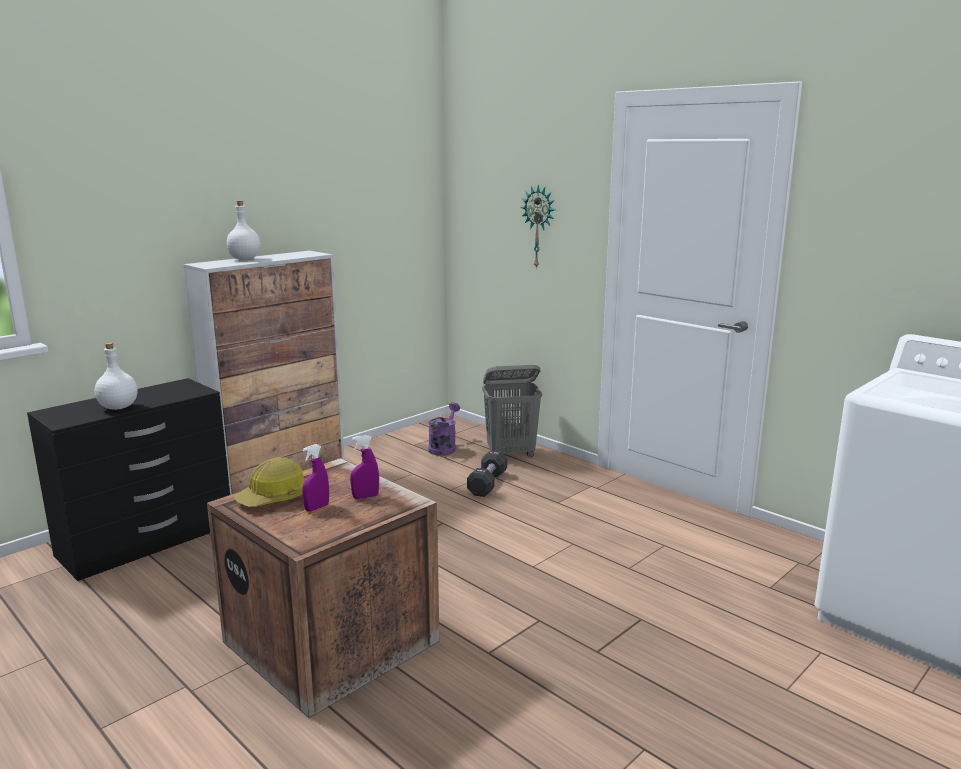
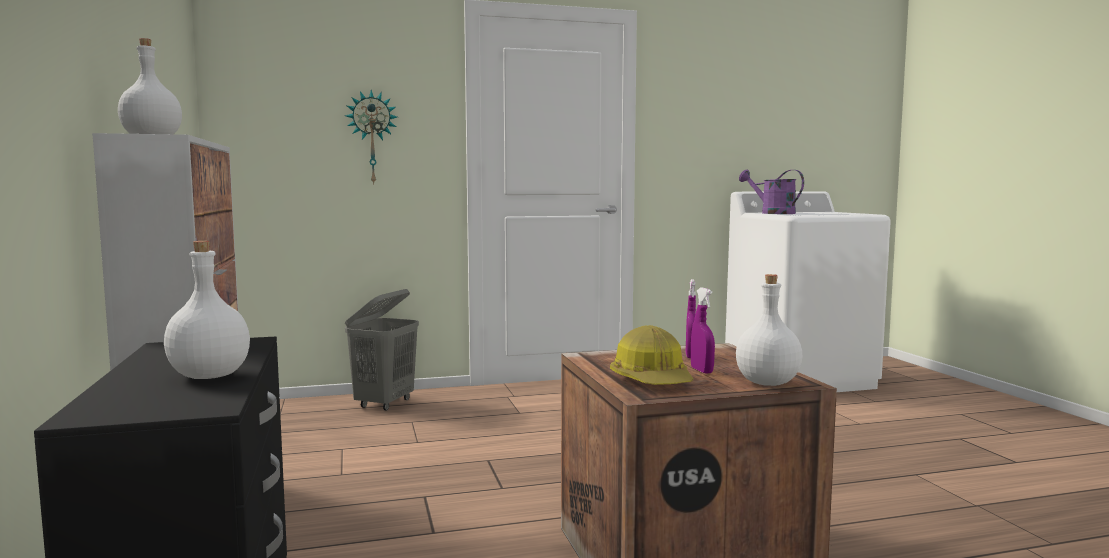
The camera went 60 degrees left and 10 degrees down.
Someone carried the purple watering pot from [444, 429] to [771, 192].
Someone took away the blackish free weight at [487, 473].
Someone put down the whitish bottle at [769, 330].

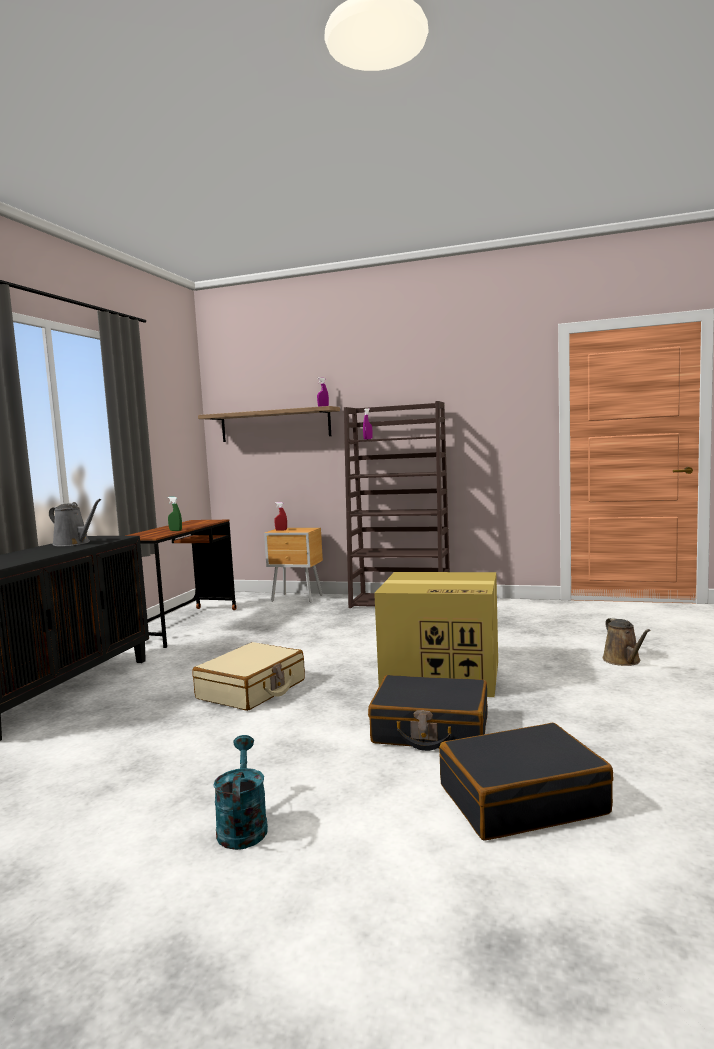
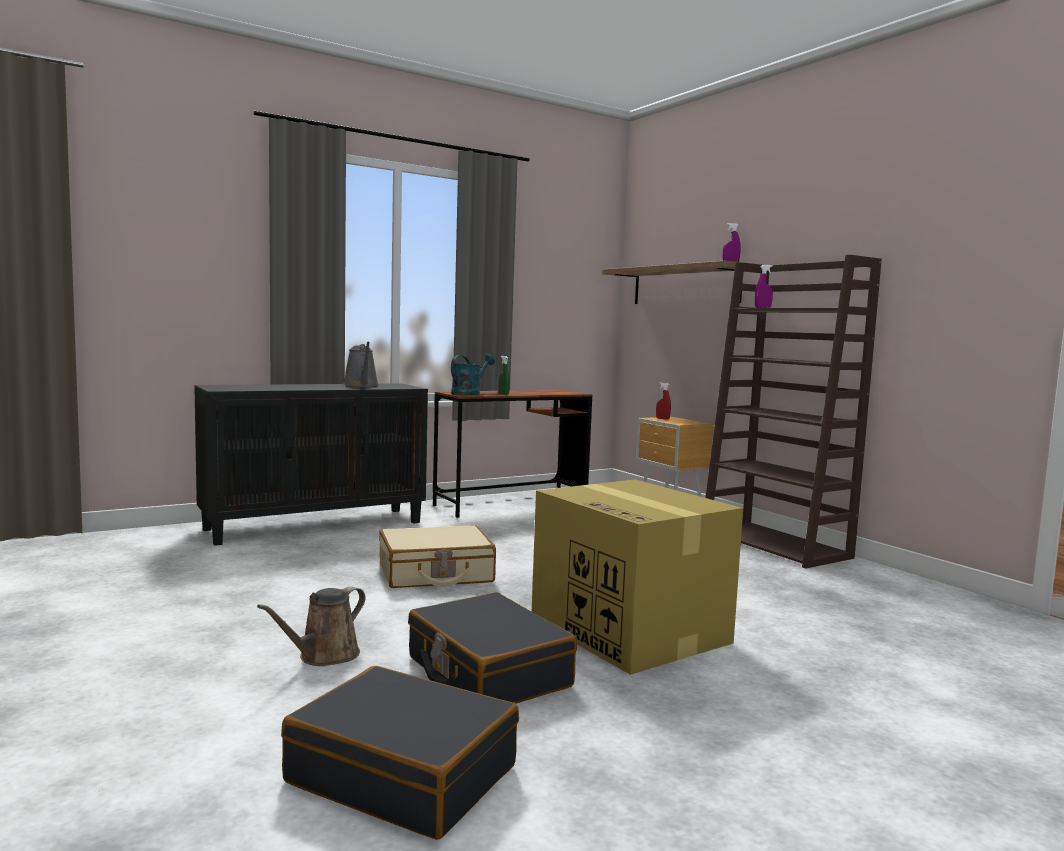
The camera went 40 degrees right and 0 degrees up.
Someone carried the brownish watering pot from [627, 642] to [311, 626].
Someone carried the blue-green watering pot from [240, 792] to [473, 374].

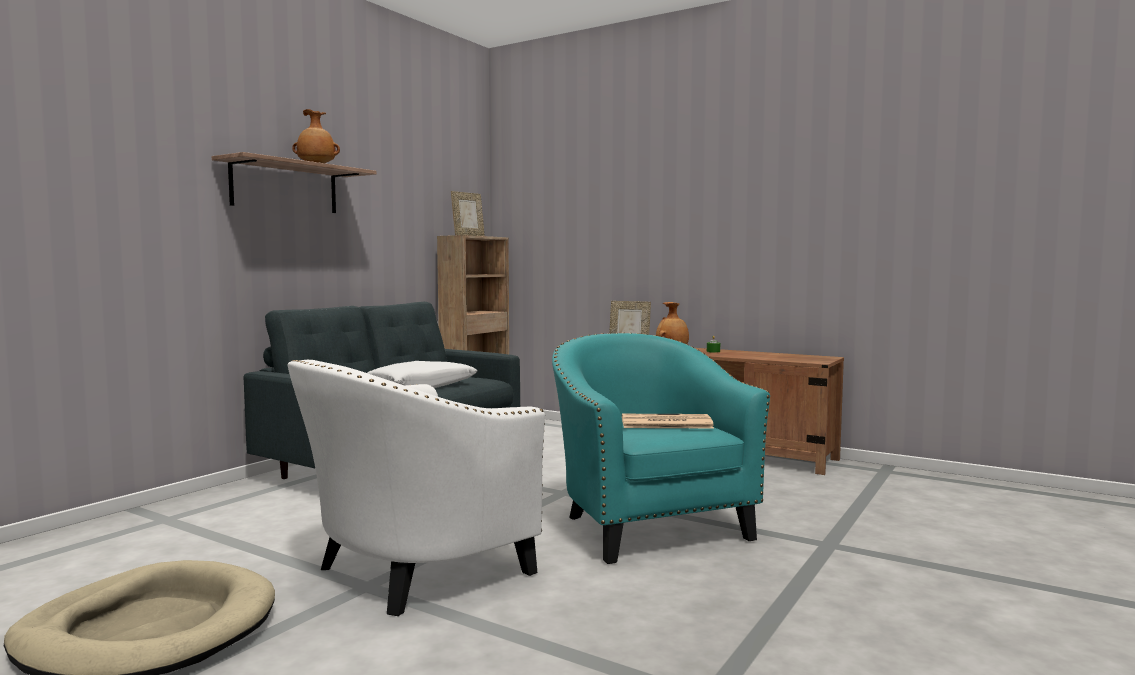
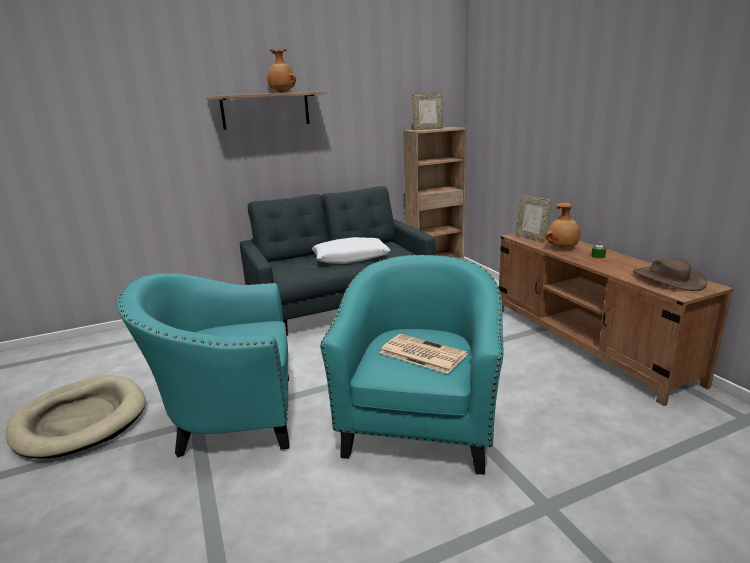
The camera went 35 degrees right and 15 degrees up.
Someone repainted the whitish easy chair at [416, 488], which became the blue-green easy chair at [203, 365].
Someone put down the brownish clothing hat at [670, 274].

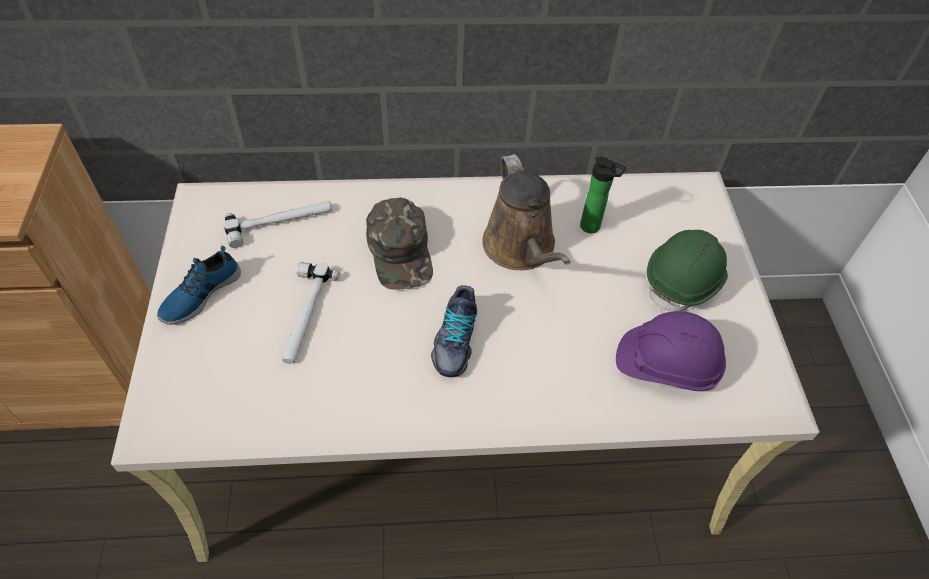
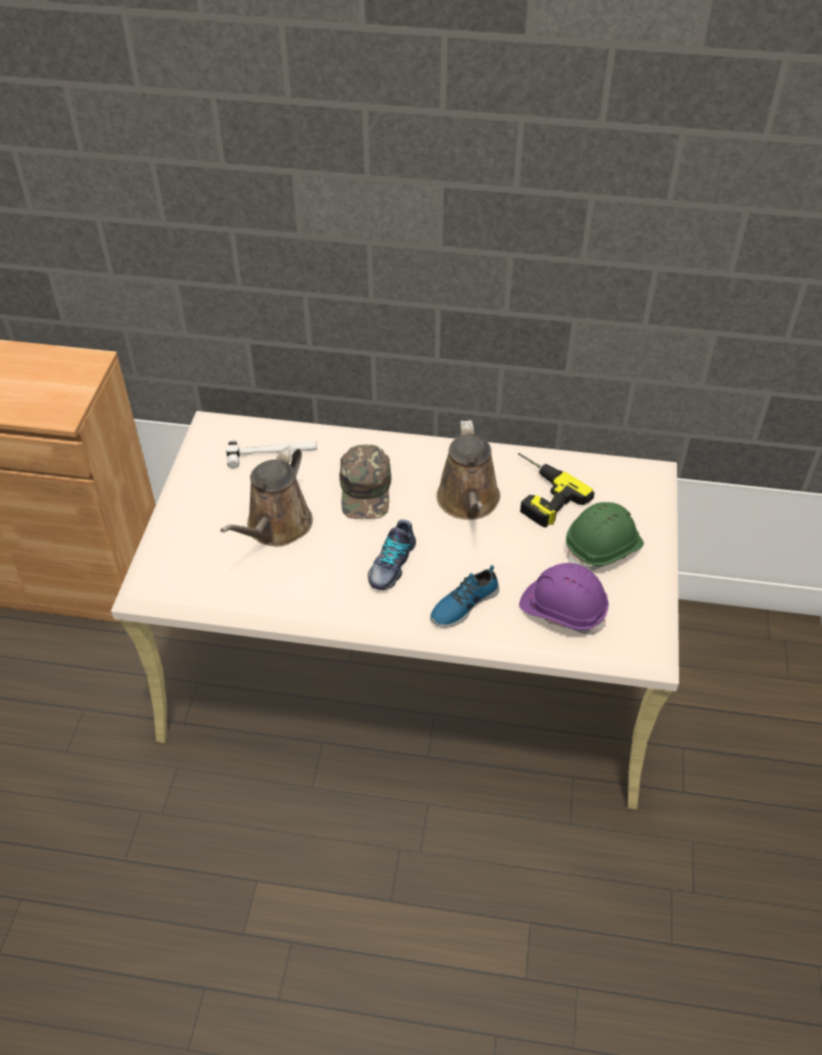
The camera went 15 degrees right and 5 degrees down.
Someone swapped the bottle at [603, 195] for the power drill at [556, 490].
Someone carried the item of footwear from [199, 285] to [464, 596].
Someone swapped the hammer at [311, 313] for the brownish watering pot at [266, 496].

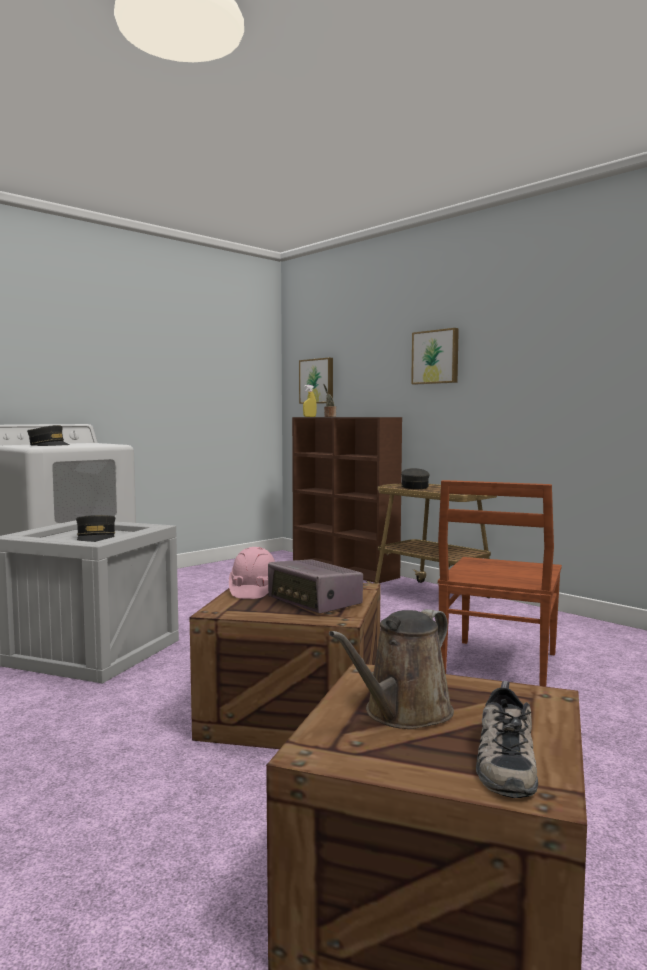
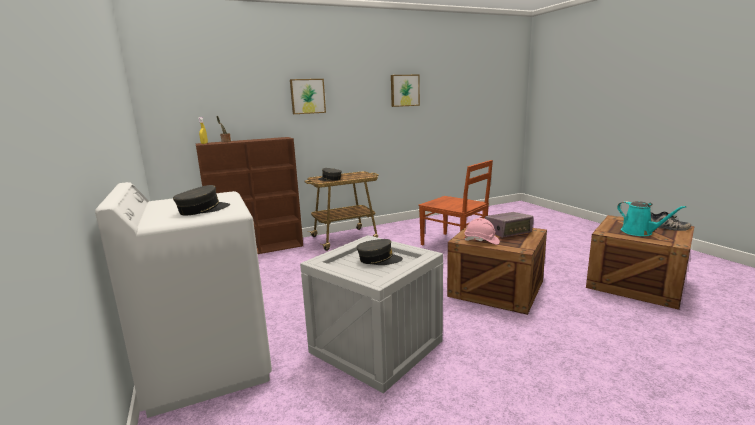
The camera went 70 degrees left and 10 degrees up.
Someone carried the wall picture from [316, 381] to [405, 91].
Someone repainted the brownish watering pot at [391, 669], which became the blue-green watering pot at [651, 218].

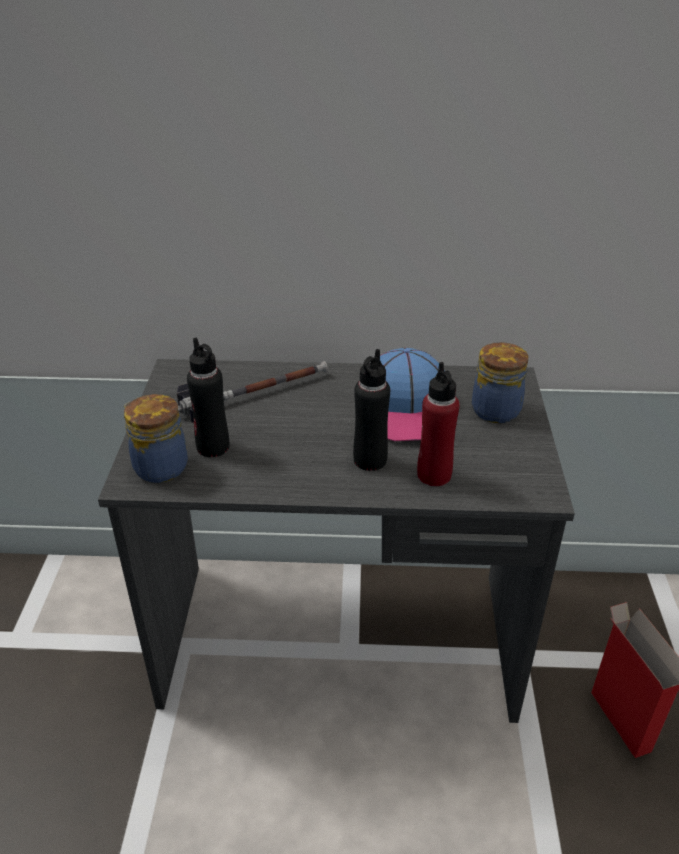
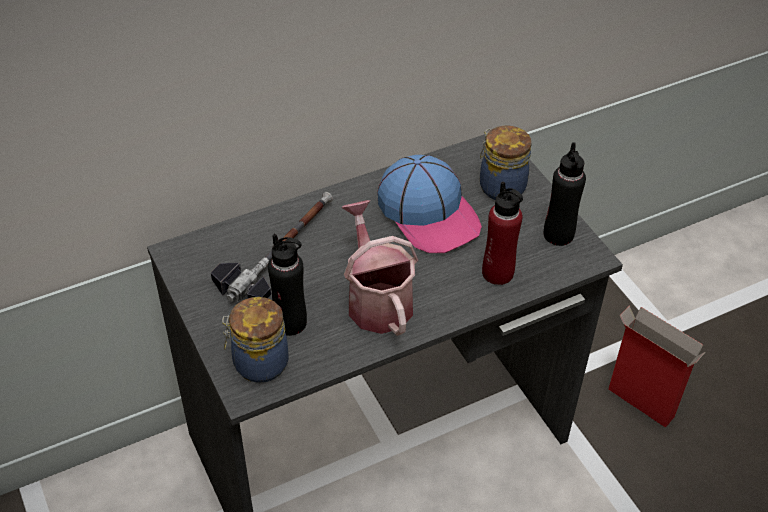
The camera went 30 degrees left and 10 degrees up.
Someone carried the blackish bottle from [371, 410] to [565, 194].
Someone put down the watering pot at [379, 268].

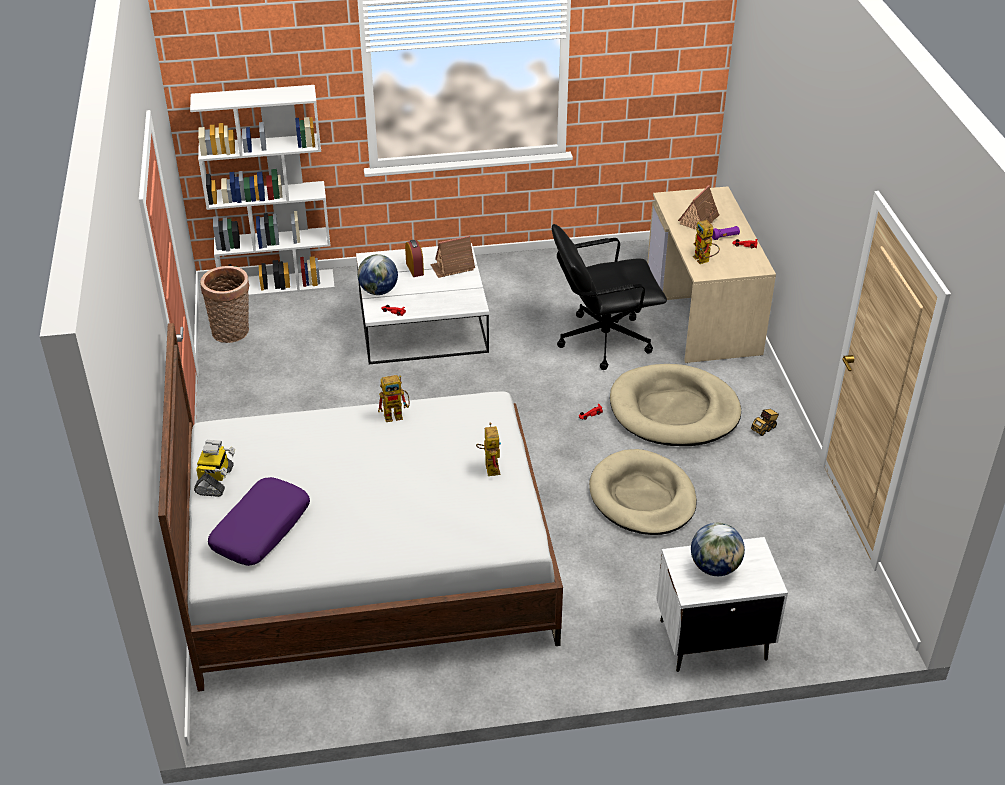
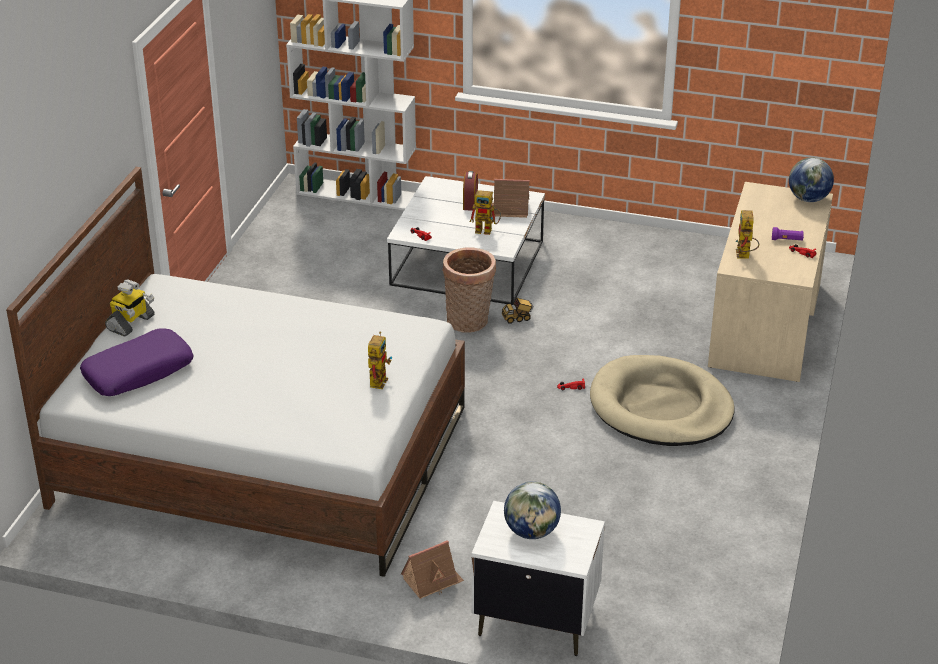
The camera went 25 degrees right and 5 degrees down.
Someone carried the model house from [699, 207] to [432, 569].
Someone took away the blackish office chair at [609, 297].
Someone carried the desk globe from [377, 274] to [811, 179].
Someone carried the basket from [225, 304] to [469, 290].
Someone carried the toy robot from [394, 398] to [485, 212].
Someone carried the toy lorry from [765, 422] to [517, 311].
Someone took away the sand-coloured pet bed at [643, 492].

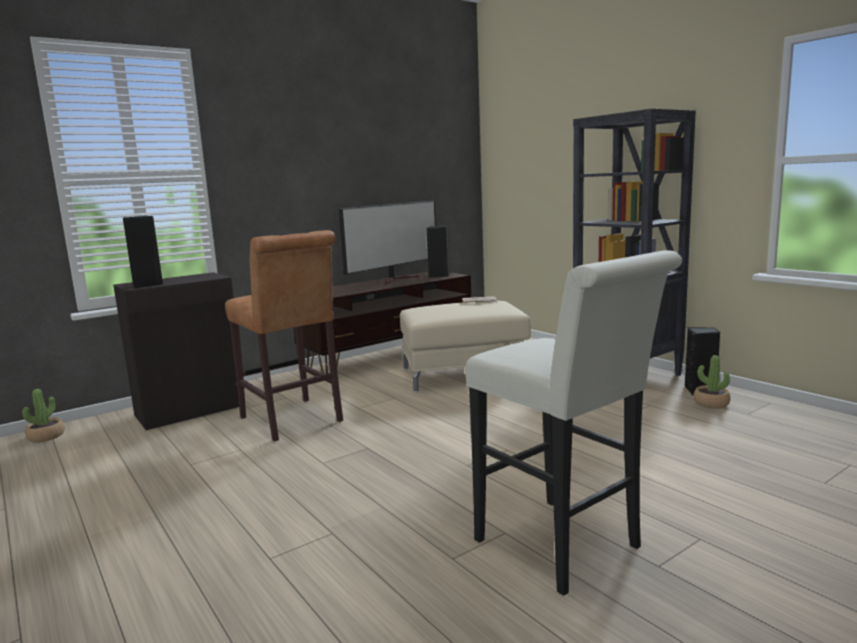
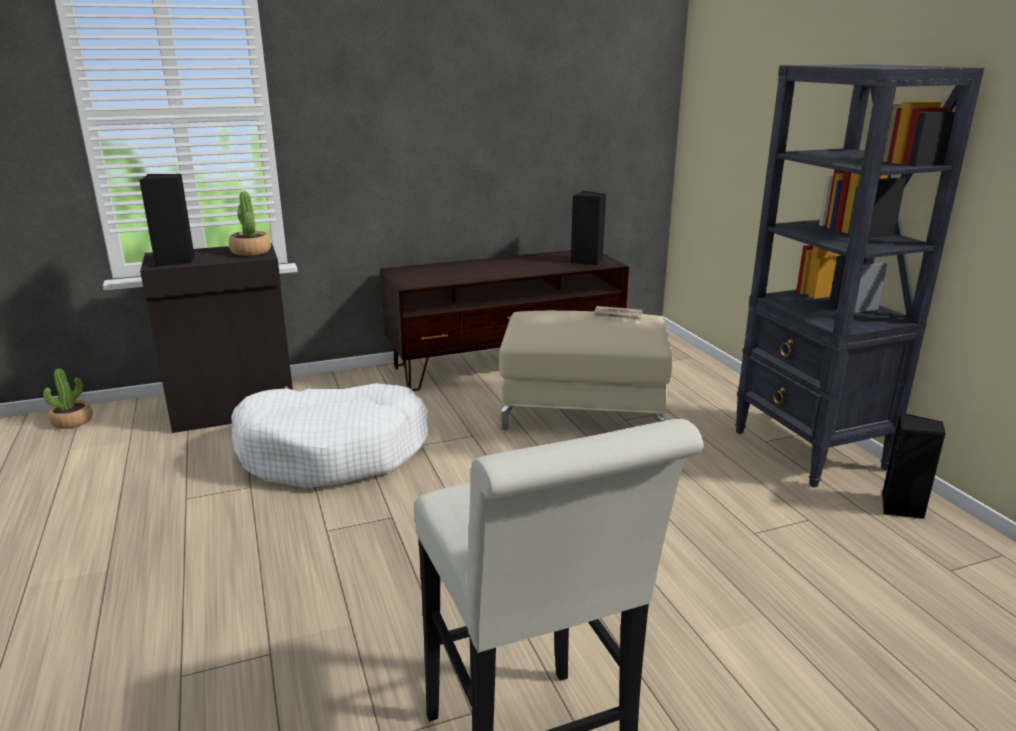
The camera went 15 degrees right and 10 degrees up.
Someone took away the TV at [387, 242].
Someone swapped the brownish stool seat at [284, 335] for the whitish pet bed at [330, 436].
Someone carried the plant in a pot from [711, 382] to [250, 223].

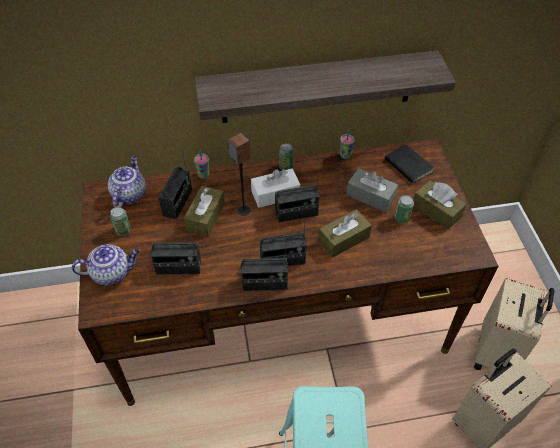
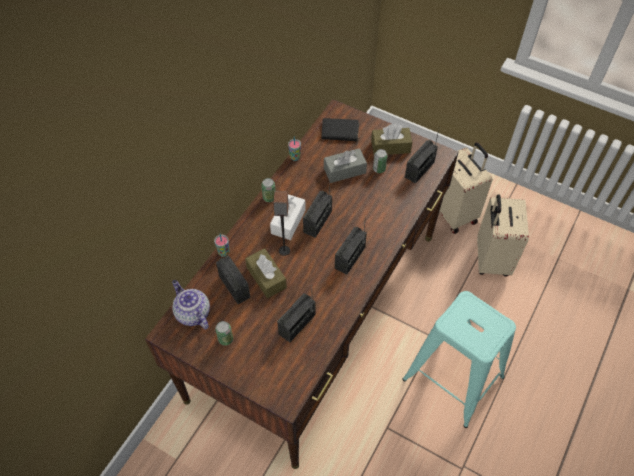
The camera went 50 degrees left and 5 degrees up.
Someone took away the wall shelf at [325, 87].
Someone took away the brownish tissue holder at [345, 233].
Someone took away the pot for tea at [106, 265].
Someone carried the radio receiver from [264, 269] to [422, 157].

